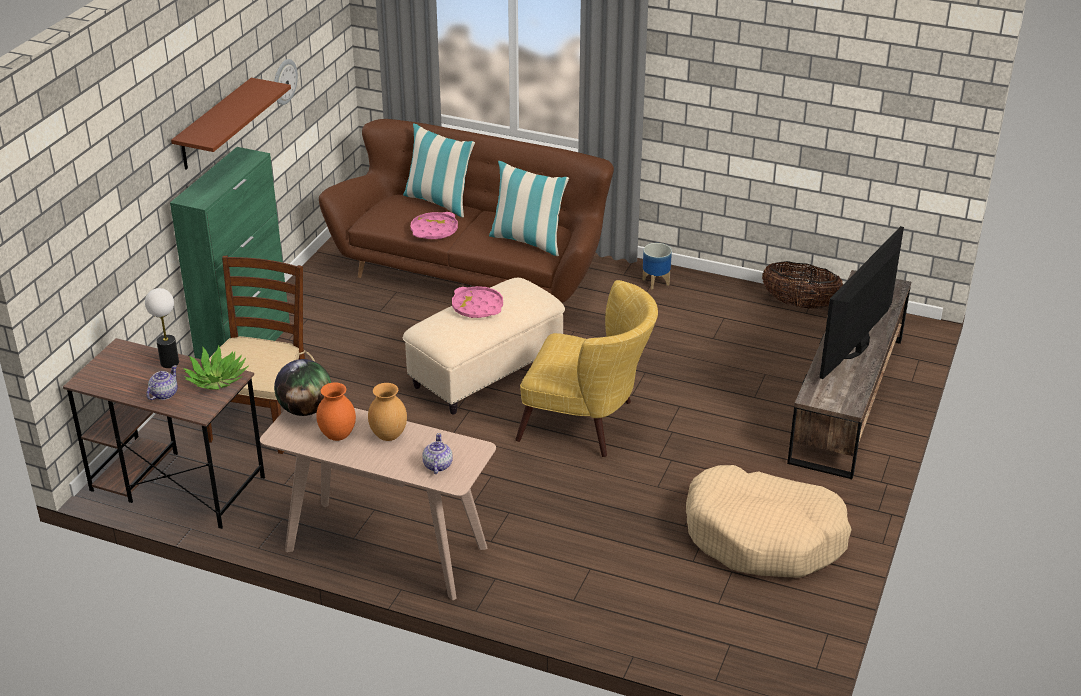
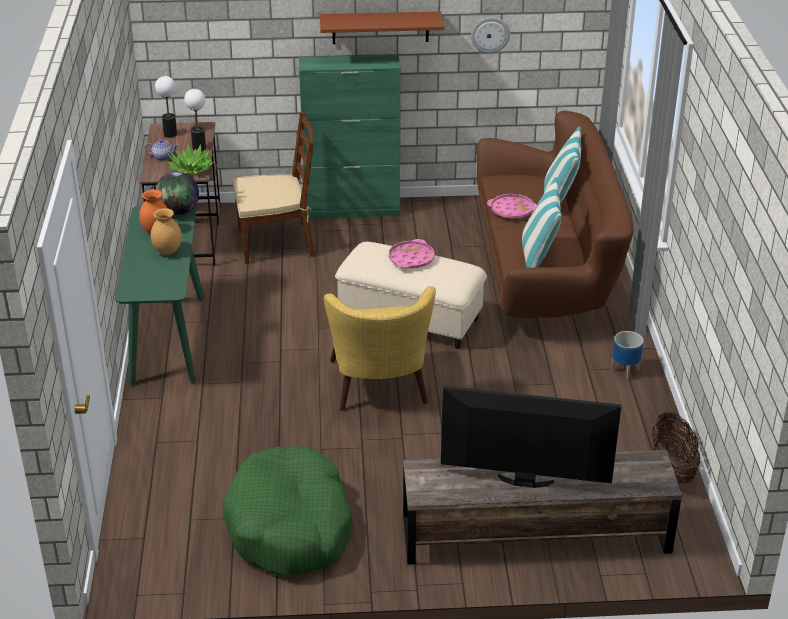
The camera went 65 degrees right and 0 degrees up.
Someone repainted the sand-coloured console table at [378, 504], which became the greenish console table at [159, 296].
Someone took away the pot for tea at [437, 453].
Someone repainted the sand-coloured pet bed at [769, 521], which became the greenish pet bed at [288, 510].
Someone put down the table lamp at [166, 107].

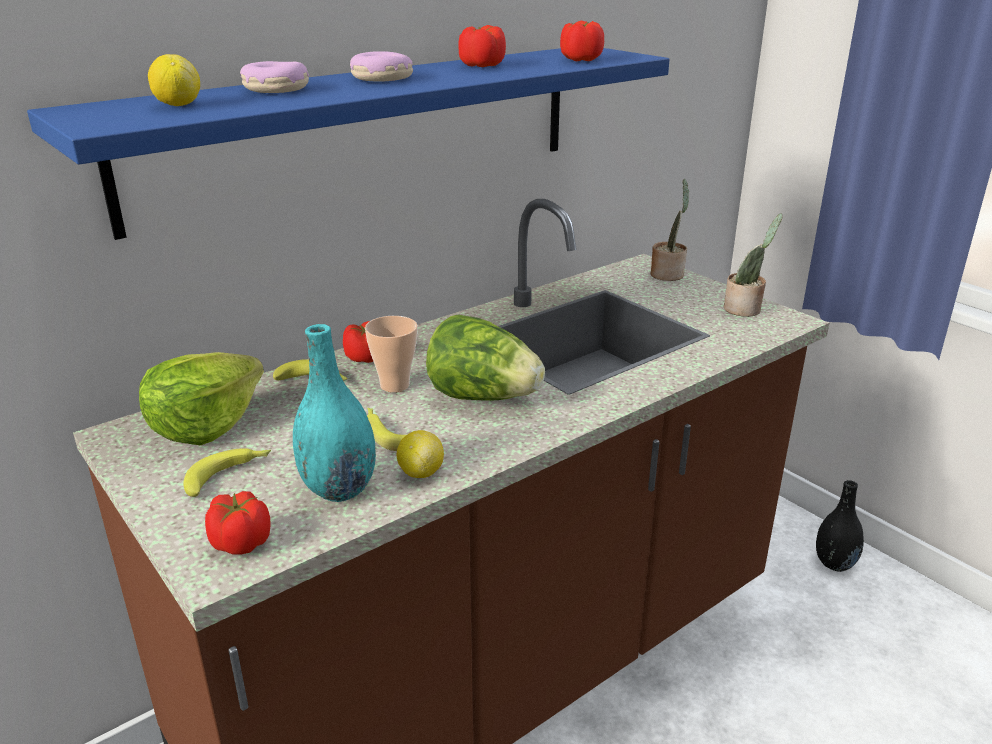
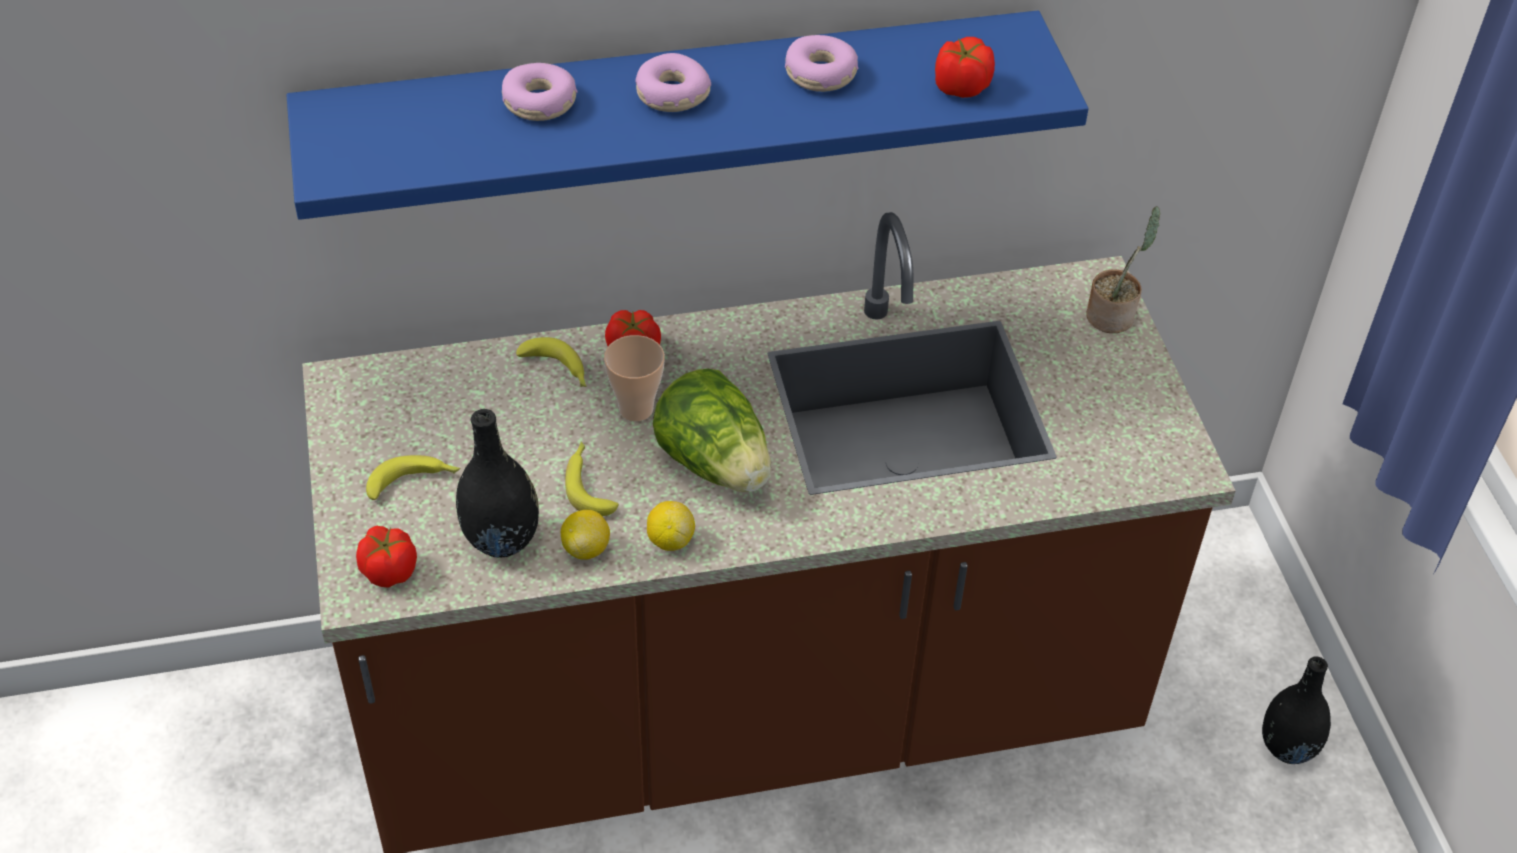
The camera went 25 degrees right and 20 degrees up.
Someone swapped the whole tomato at [482, 46] for the ring doughnut at [822, 63].
Someone carried the whole lemon from [174, 80] to [671, 526].
Someone took away the plant in a pot at [753, 265].
Someone repainted the blue-green vase at [334, 413], which became the blackish vase at [497, 483].
Someone took away the head of lettuce at [201, 398].

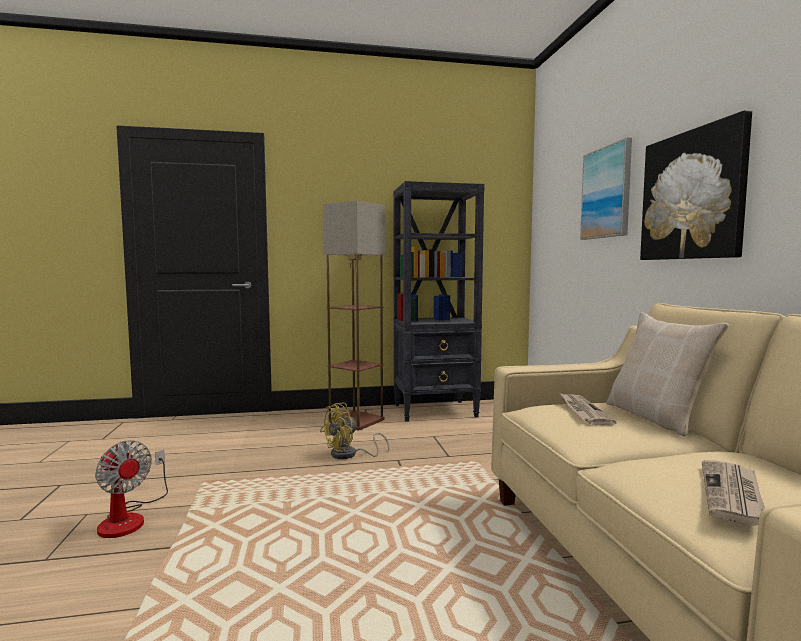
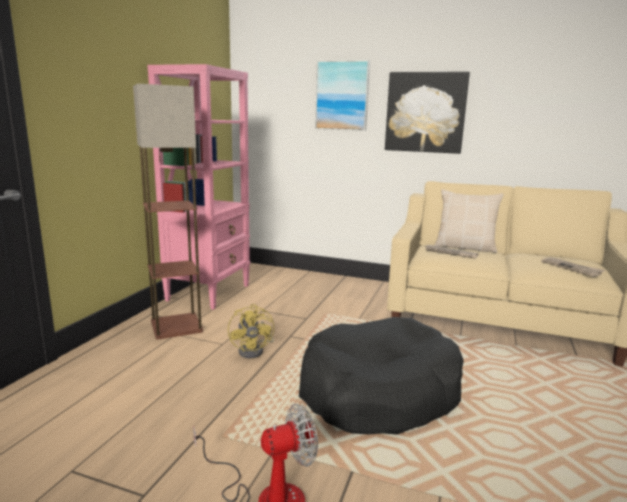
The camera went 60 degrees left and 10 degrees up.
Someone repainted the blackish bookshelf at [439, 301], which became the pink bookshelf at [198, 187].
Someone put down the blackish pet bed at [381, 375].

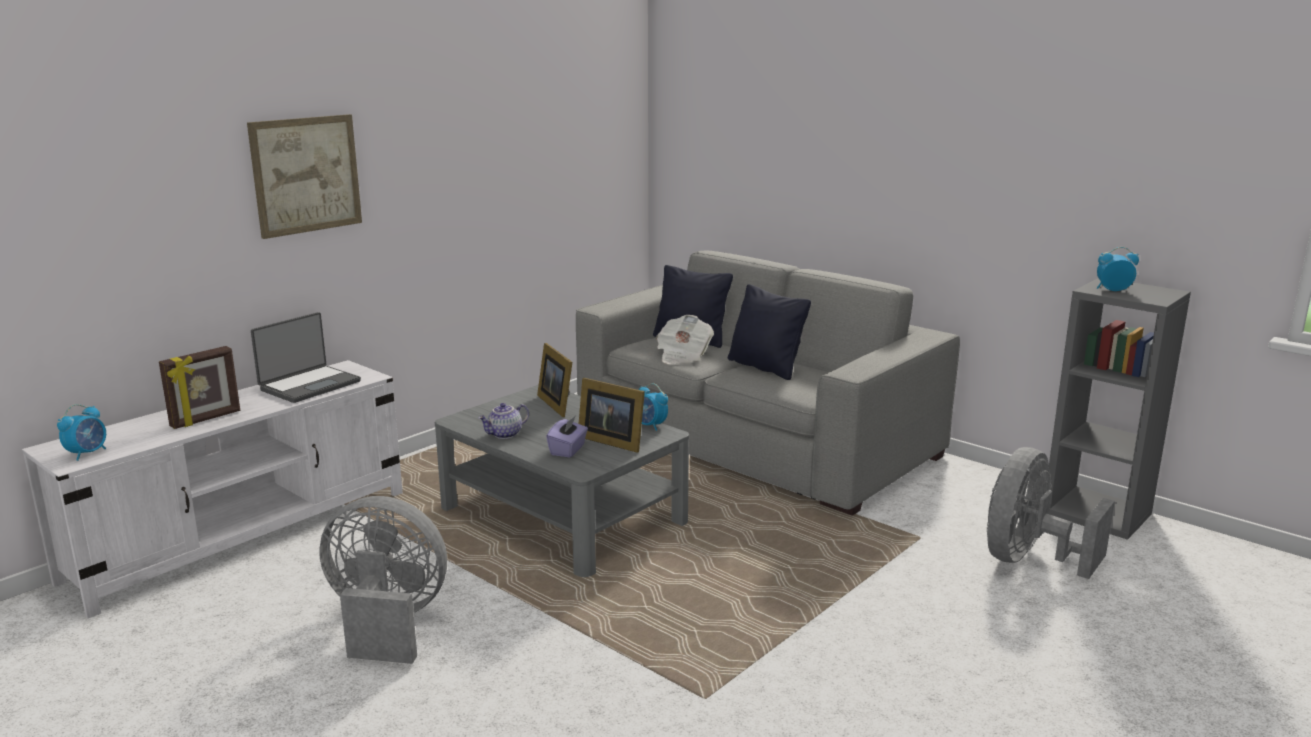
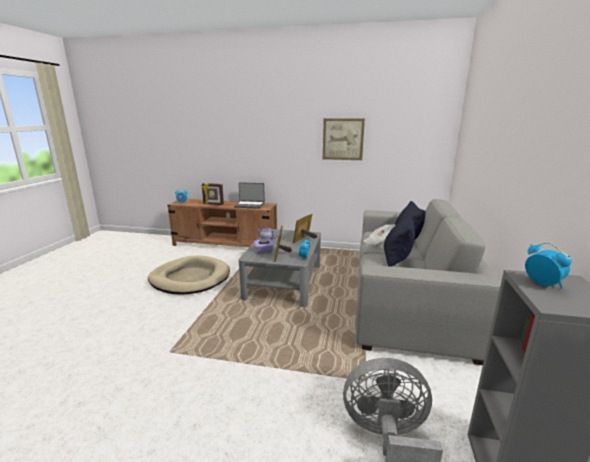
The camera went 60 degrees right and 0 degrees up.
Someone carried the wall picture from [304, 176] to [344, 139].
Someone repainted the whitish media console at [212, 489], which became the brownish media console at [222, 223].
Someone swapped the gray electric fan at [383, 580] for the sand-coloured pet bed at [189, 275].

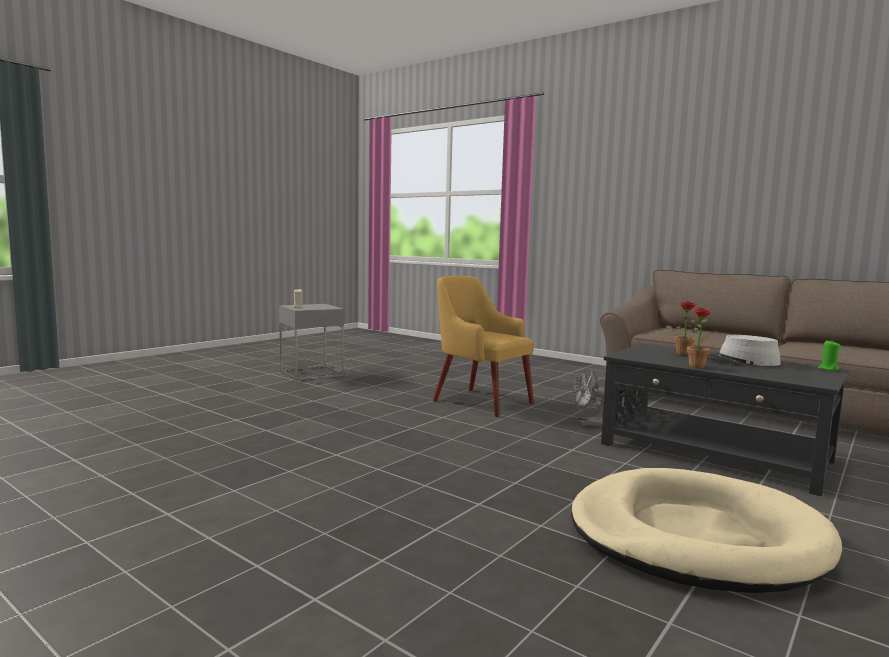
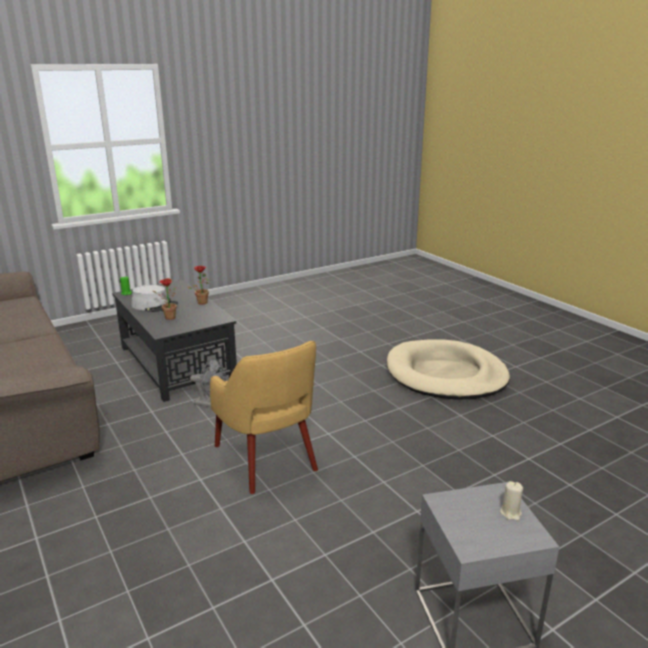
The camera went 160 degrees left and 15 degrees up.
Someone carried the sand-coloured pet bed from [706, 530] to [448, 369].

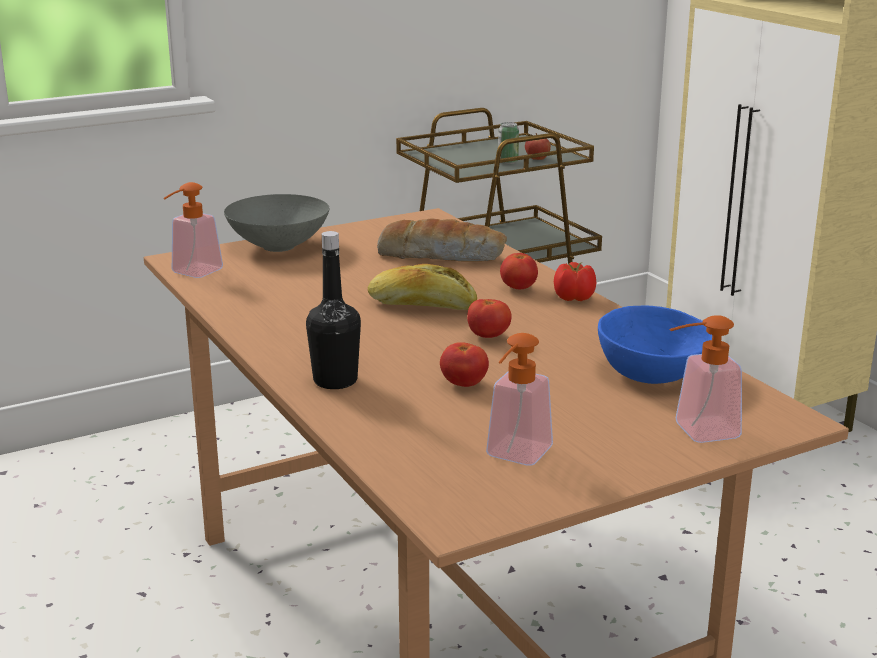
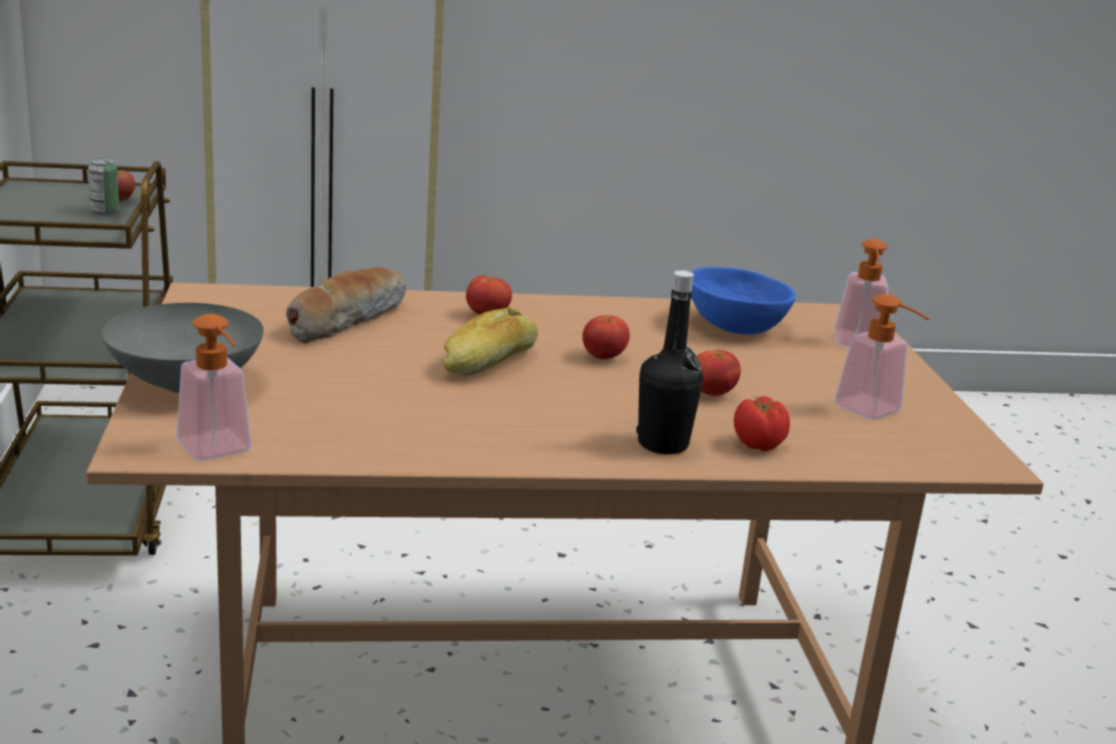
The camera went 70 degrees left and 0 degrees up.
Someone carried the whole tomato from [575, 281] to [762, 423].

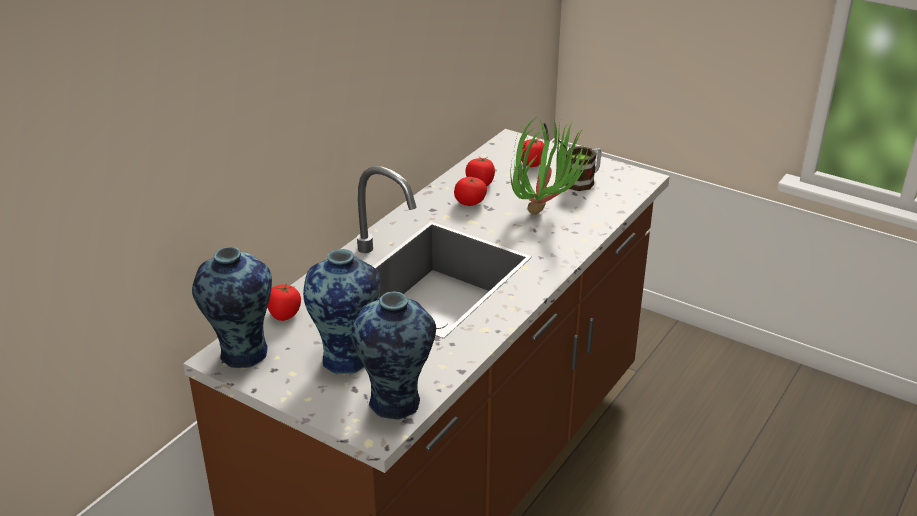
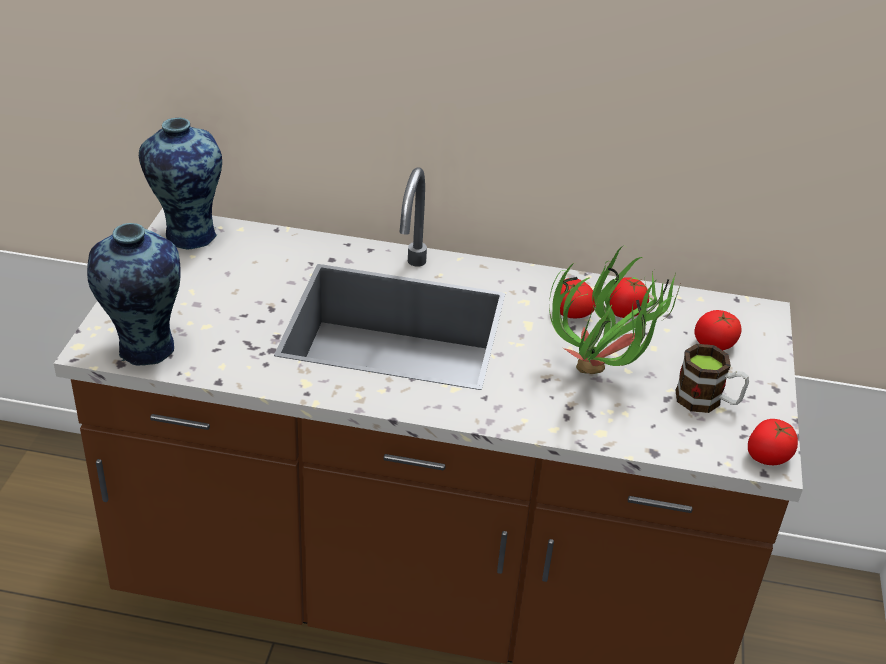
The camera went 65 degrees right and 5 degrees up.
Someone took away the vase at [342, 312].
Someone carried the whole tomato from [284, 302] to [773, 442].

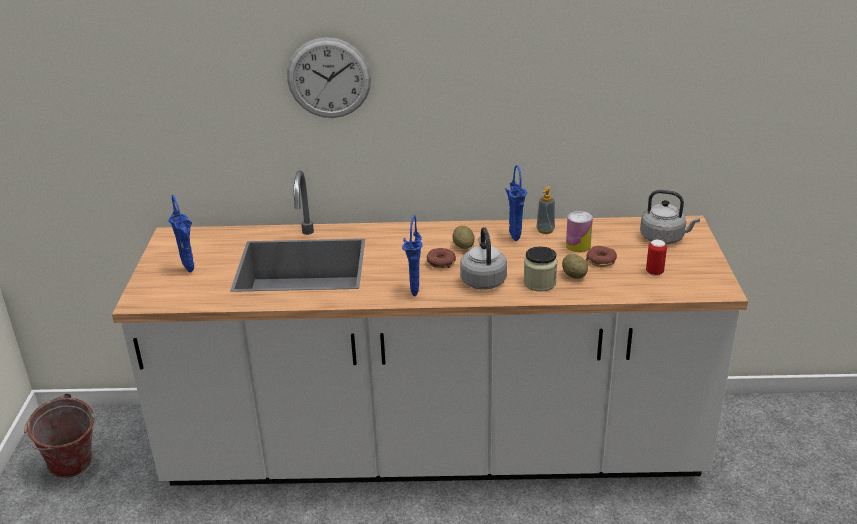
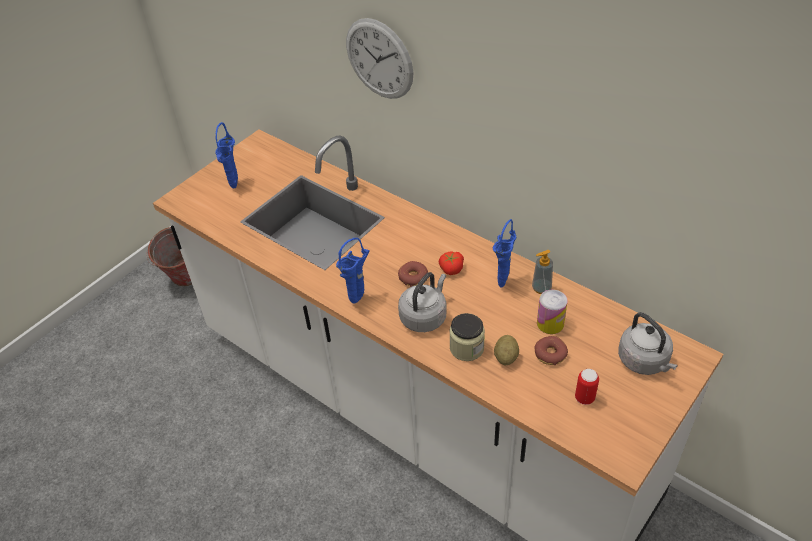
The camera went 40 degrees right and 15 degrees up.
Someone swapped the spud at [463, 237] for the whole tomato at [451, 263].

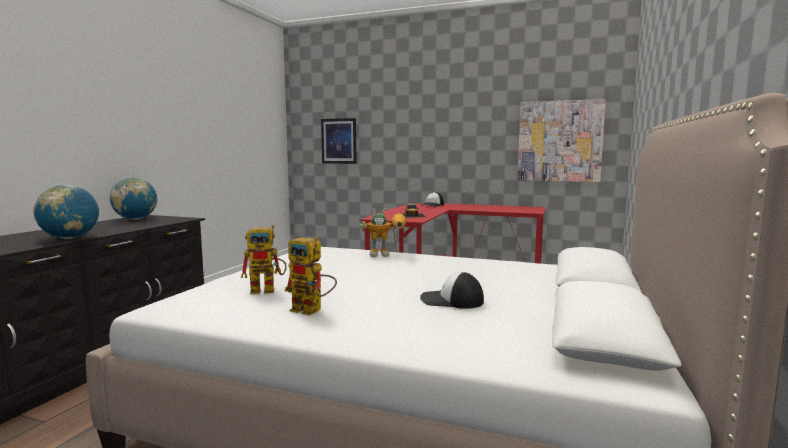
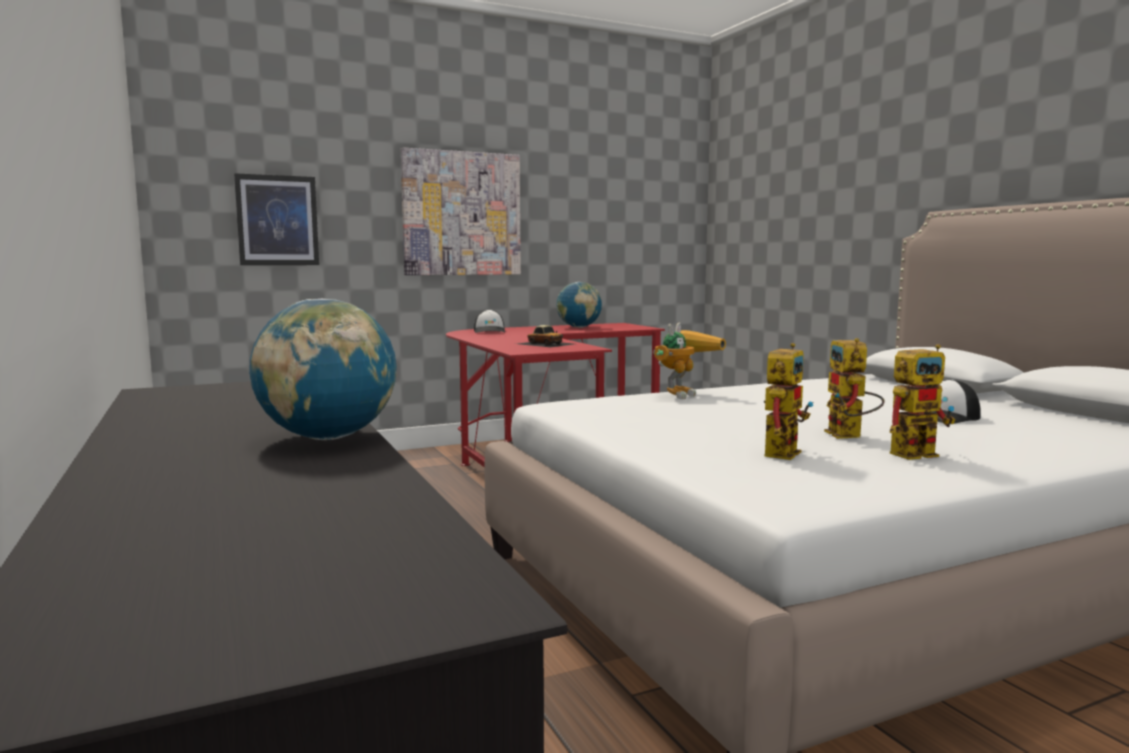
The camera went 45 degrees left and 0 degrees up.
Someone carried the wall picture from [561, 140] to [460, 211].
Someone carried the desk globe from [133, 199] to [579, 305].
Someone put down the toy robot at [854, 388].

